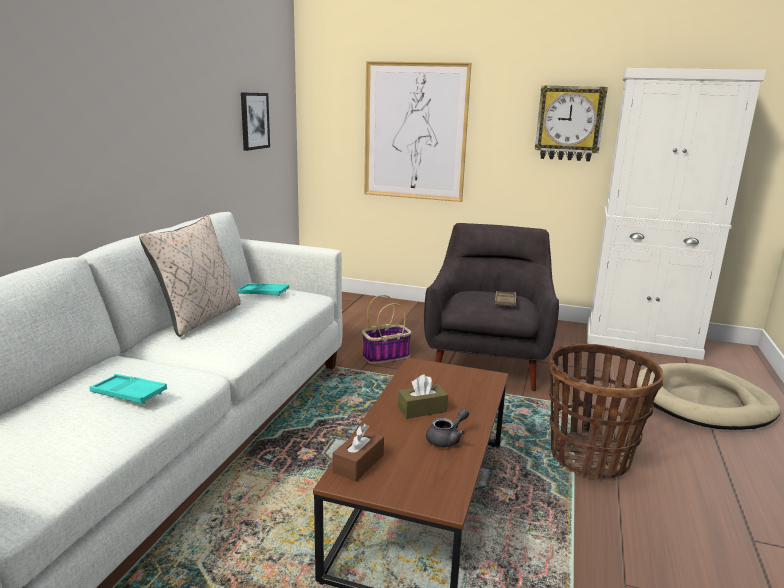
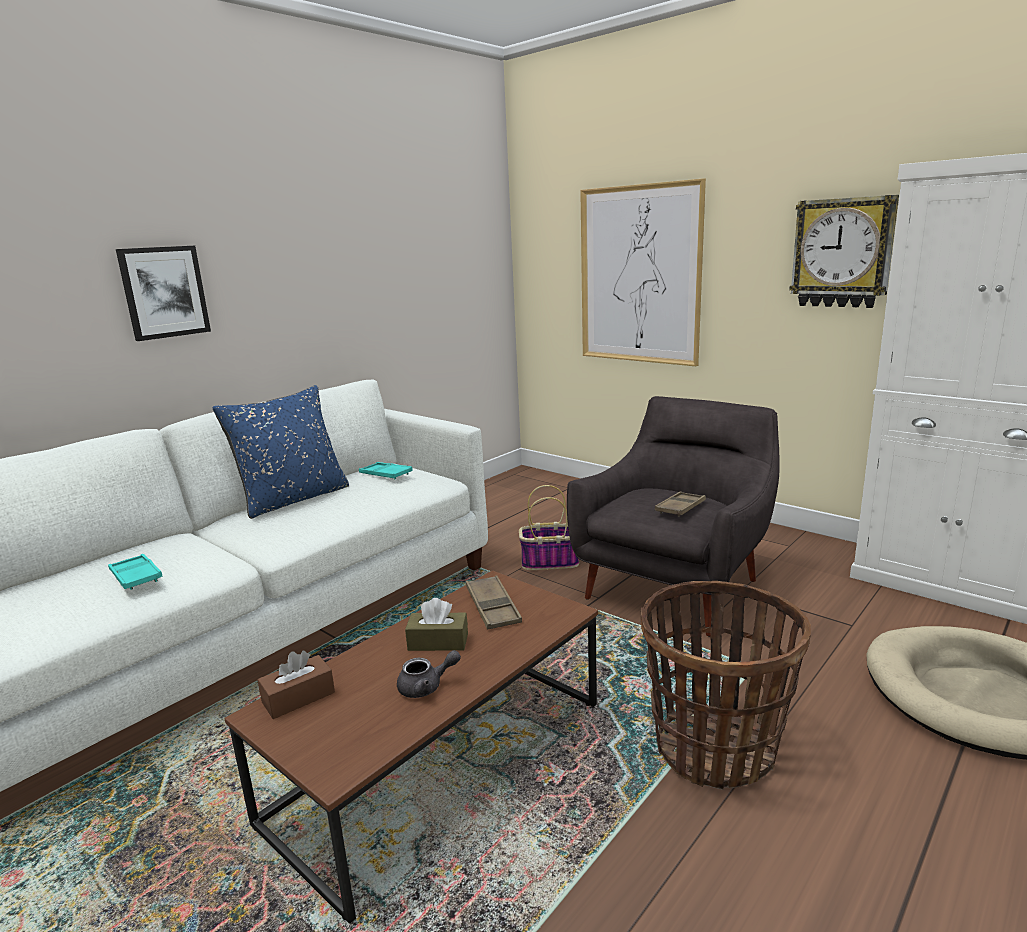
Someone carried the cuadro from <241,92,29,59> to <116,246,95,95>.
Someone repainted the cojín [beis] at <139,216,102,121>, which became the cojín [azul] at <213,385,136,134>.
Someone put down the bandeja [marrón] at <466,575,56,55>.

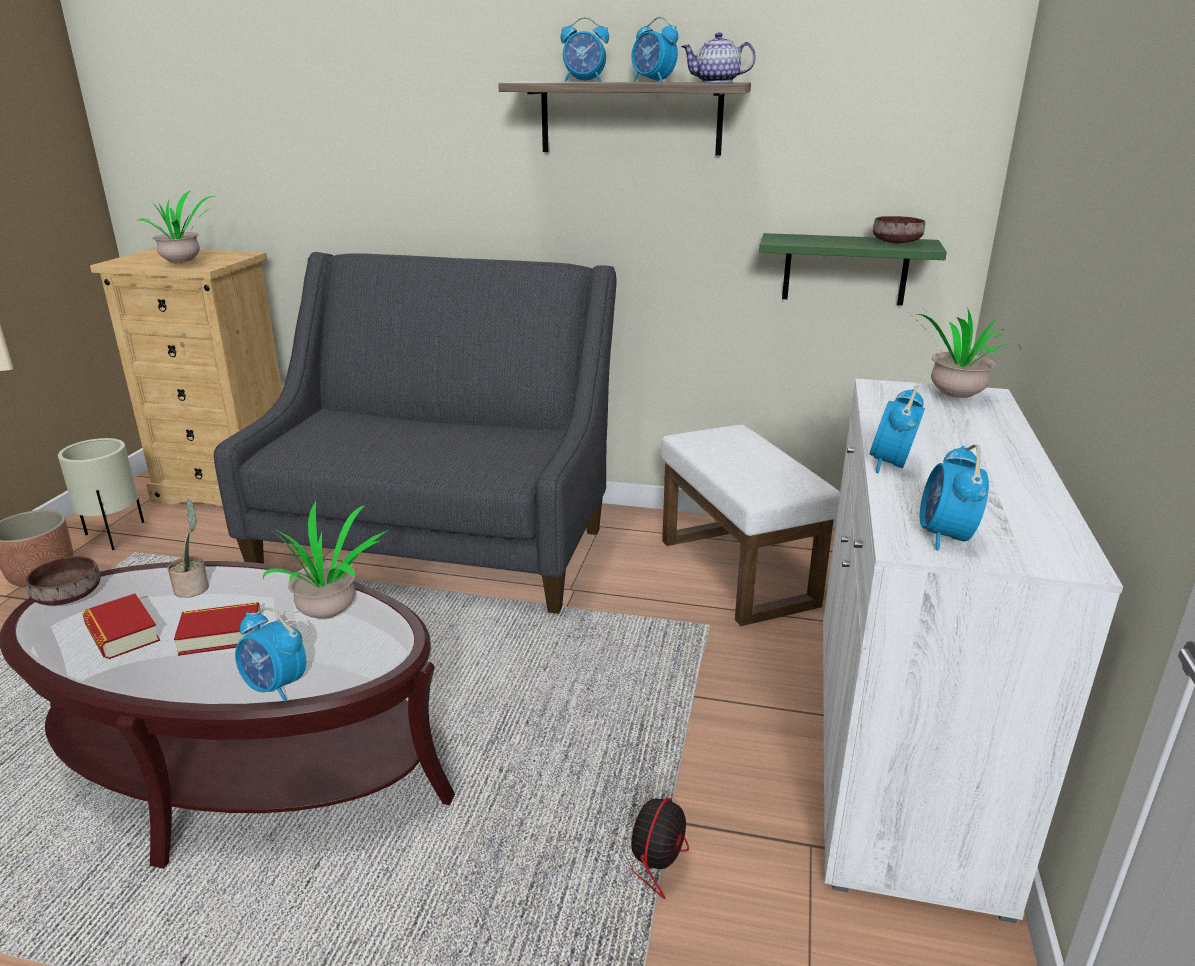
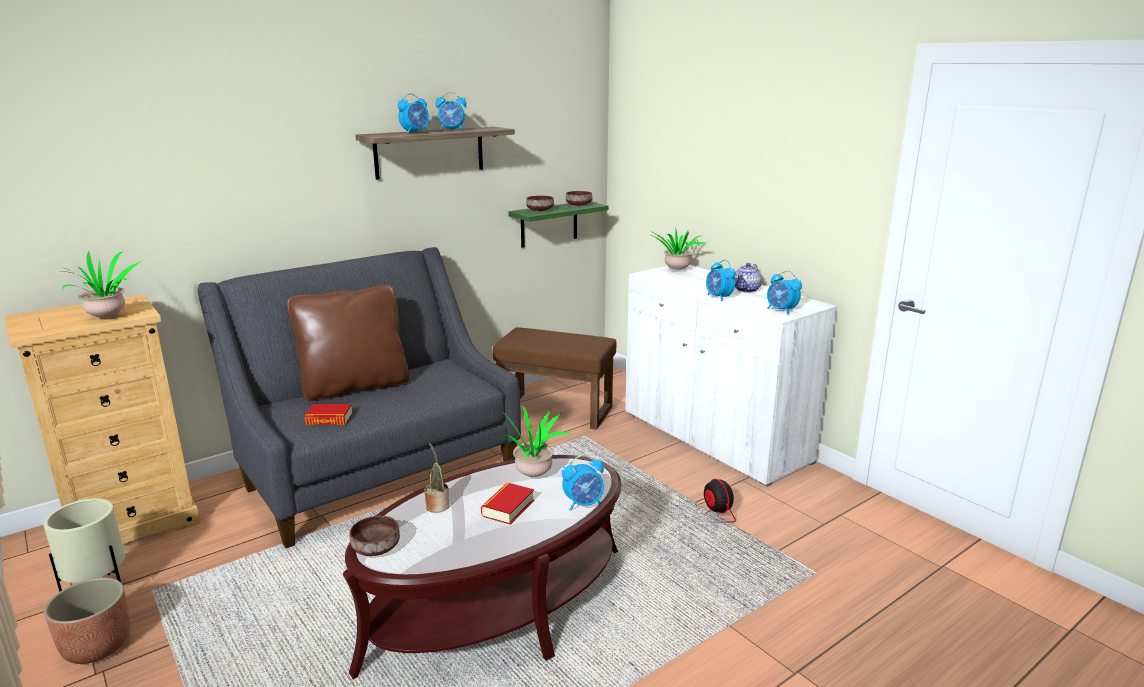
Someone put down the cojín [marrón] at <287,285,122,116>.
Someone carried the libro from <82,594,78,65> to <304,404,49,21>.
Someone repainted the puf [blanco] at <661,424,179,202>, which became the puf [marrón] at <493,327,123,103>.
Someone put down the cuenco [marrón] at <526,196,28,15>.
Someone carried the tetera from <681,32,75,51> to <735,263,27,30>.

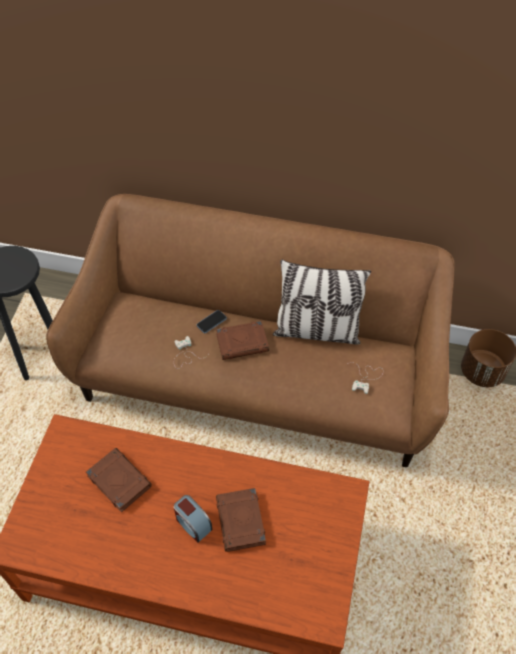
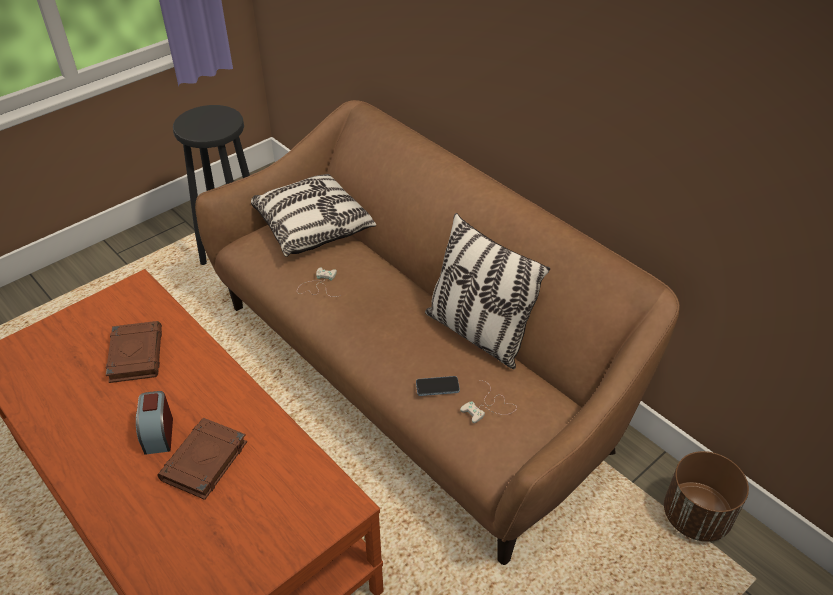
Someone put down the cojín at <251,174,125,83>.
Someone carried the móvil from <197,310,30,23> to <416,376,44,20>.
Someone took away the libro [marrón] at <216,321,53,39>.

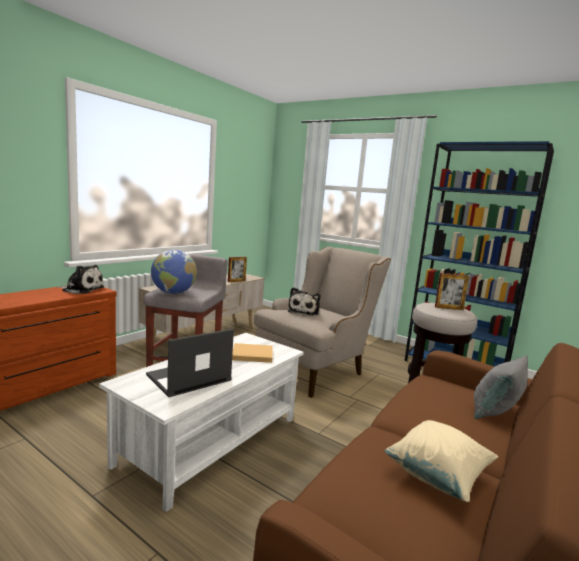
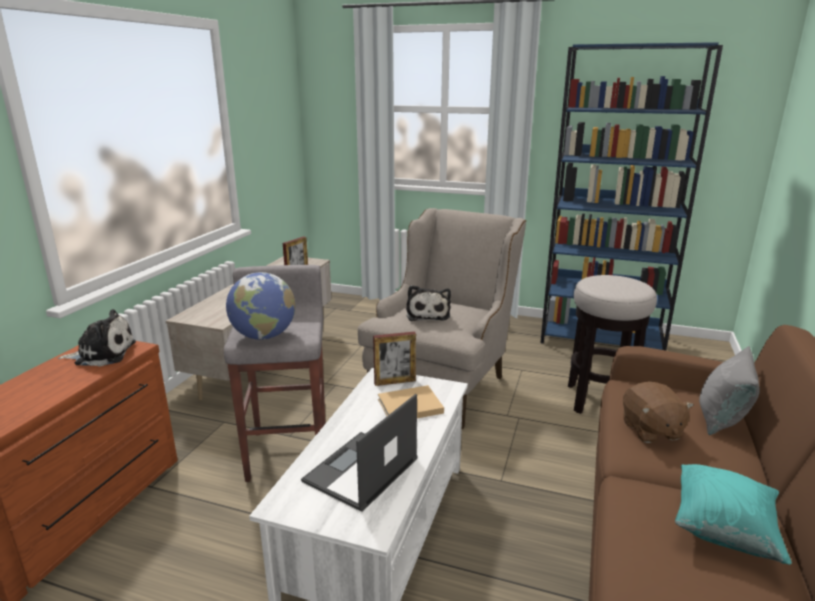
Someone carried the portarretratos from <435,273,35,37> to <373,331,43,55>.
Someone put down the peluche [marrón] at <623,382,71,61>.
Someone repainted the cojín [beis] at <385,420,113,82>, which became the cojín [turquesa] at <675,464,117,101>.

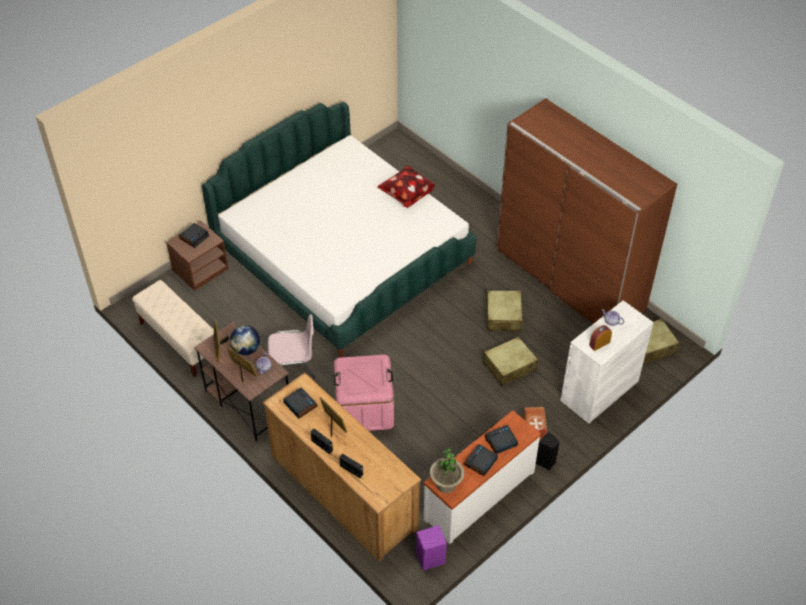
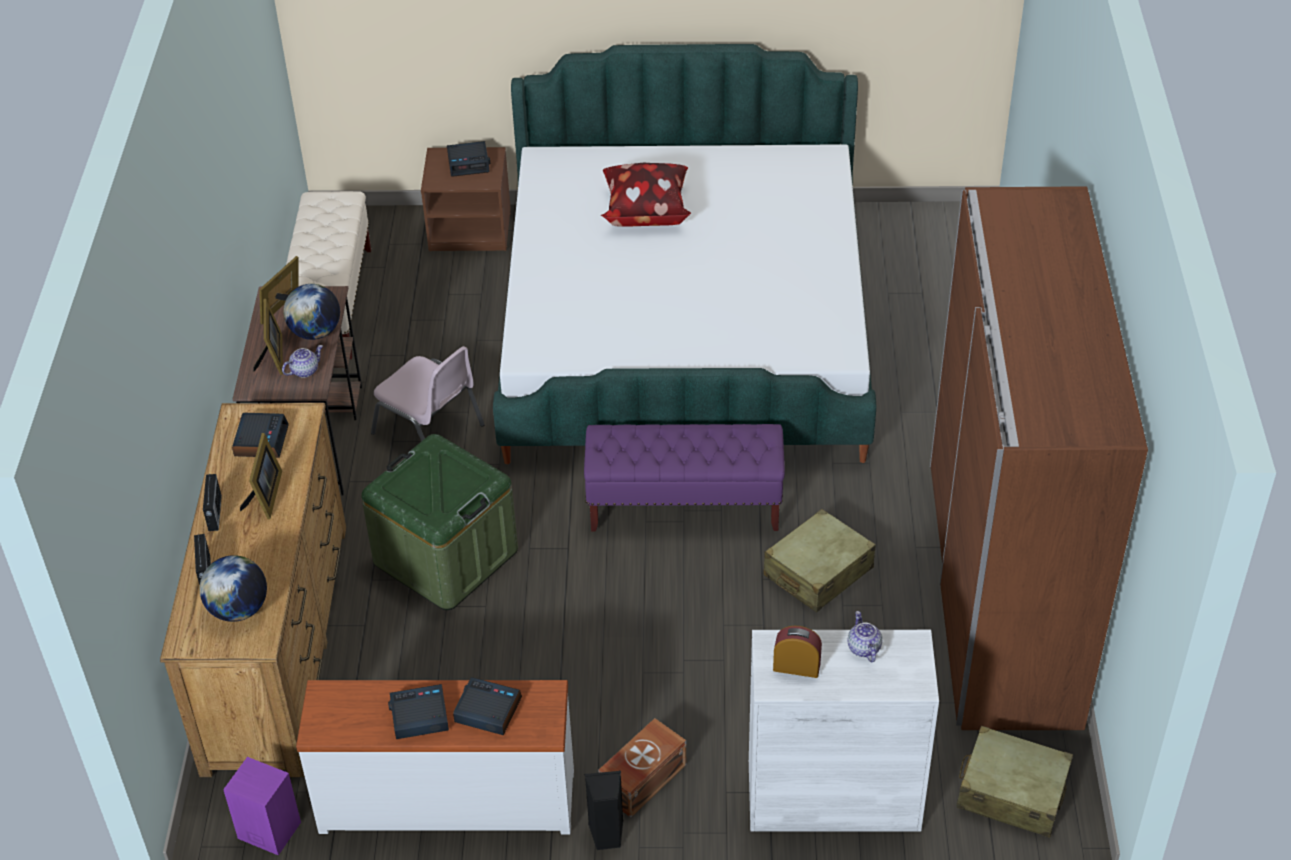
Someone put down the globo terráqueo at <200,555,67,67>.
Someone repainted the caja de almacenaje [rosa] at <334,355,60,76>, which became the caja de almacenaje [verde] at <361,434,157,176>.
Someone put down the banco [morado] at <584,424,201,107>.
Someone carried the cojín from <377,165,58,43> to <601,163,90,64>.
Someone took away the planta en maceta at <430,448,34,45>.
Someone took away the maleta [beis] at <483,336,55,50>.

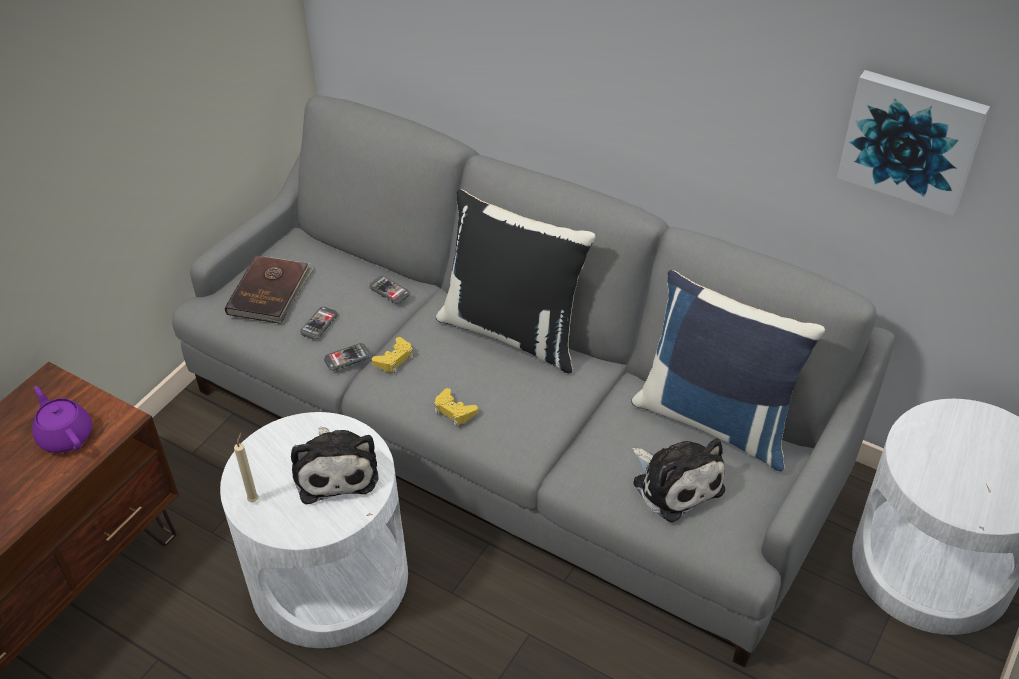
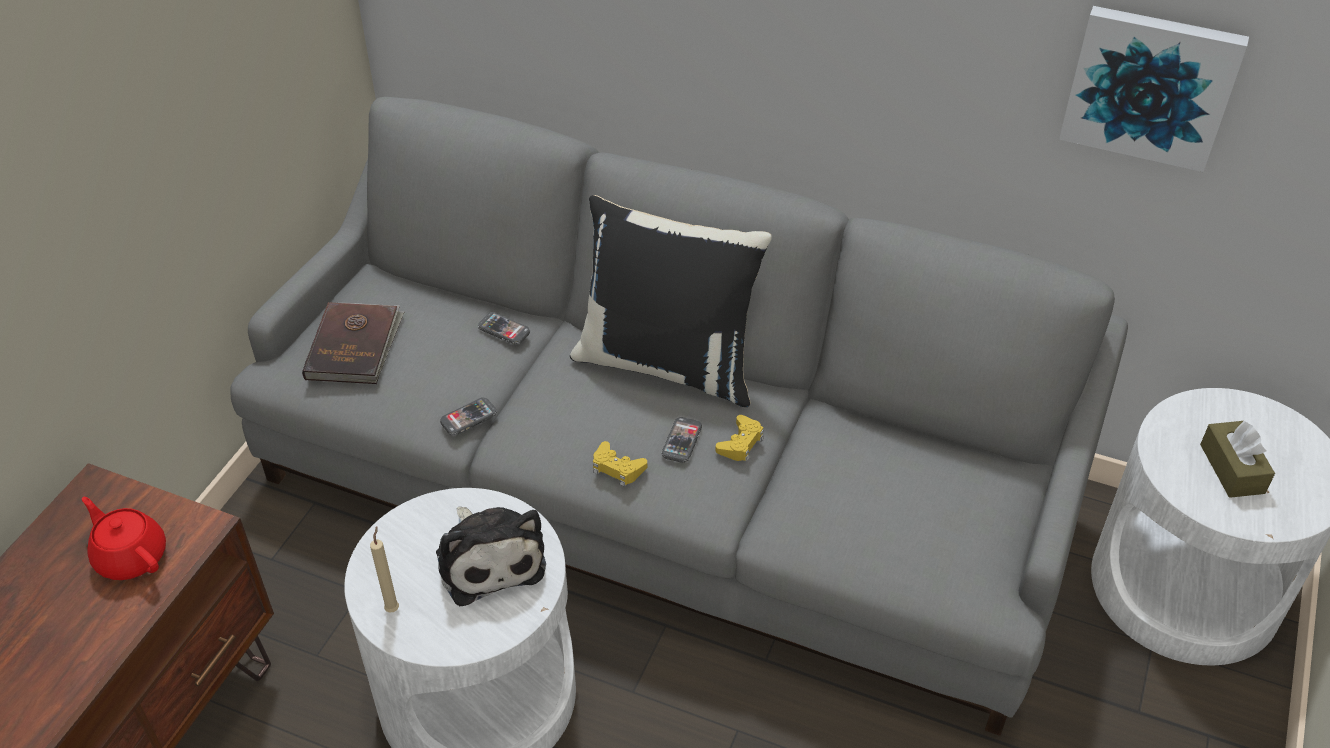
Someone repainted the tetera [morado] at <32,386,60,67>, which became the tetera [rojo] at <82,497,84,83>.
Someone carried the móvil from <300,307,38,33> to <661,417,41,46>.
Someone carried the mando de consola [amarillo] from <372,337,42,36> to <715,415,49,47>.
Someone put down the caja de pañuelos [marrón] at <1200,420,75,78>.
Someone took away the cojín [azul] at <631,270,194,201>.
Someone took away the peluche at <633,438,92,84>.

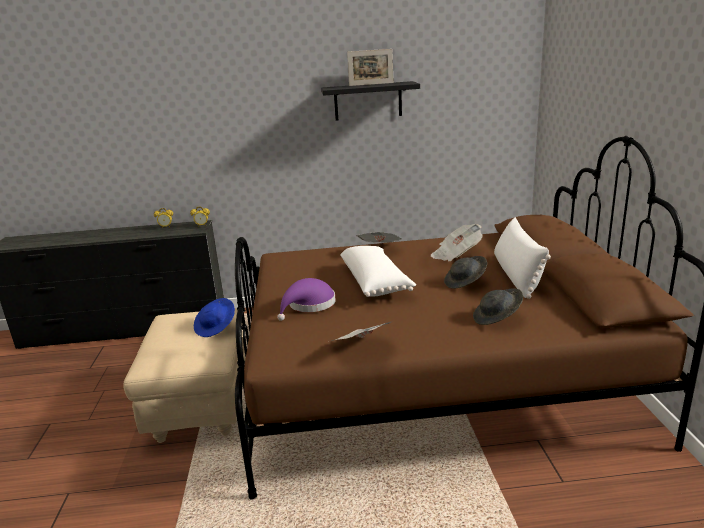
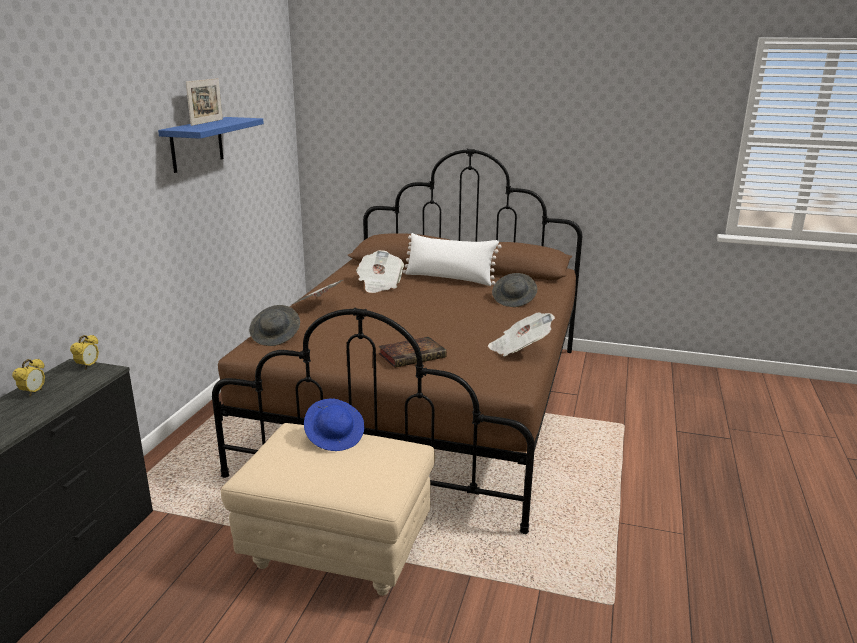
Someone repainted the estante [negro] at <321,81,99,40>, which became the estante [azul] at <158,117,106,56>.
Someone carried the sombrero [gris] from <444,256,43,33> to <249,305,51,41>.
Someone swapped the sombrero [morado] at <277,278,59,43> for the libro at <379,337,68,31>.
Someone took away the cojín [blanco] at <340,246,76,51>.

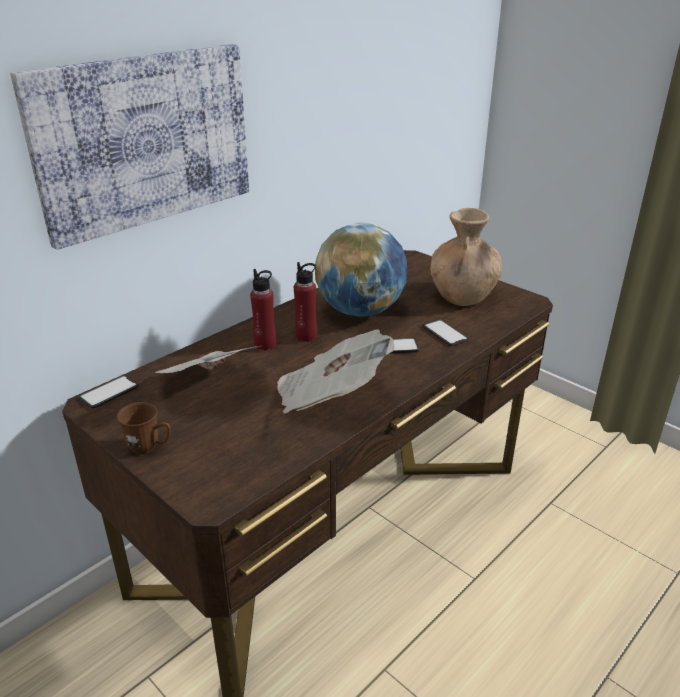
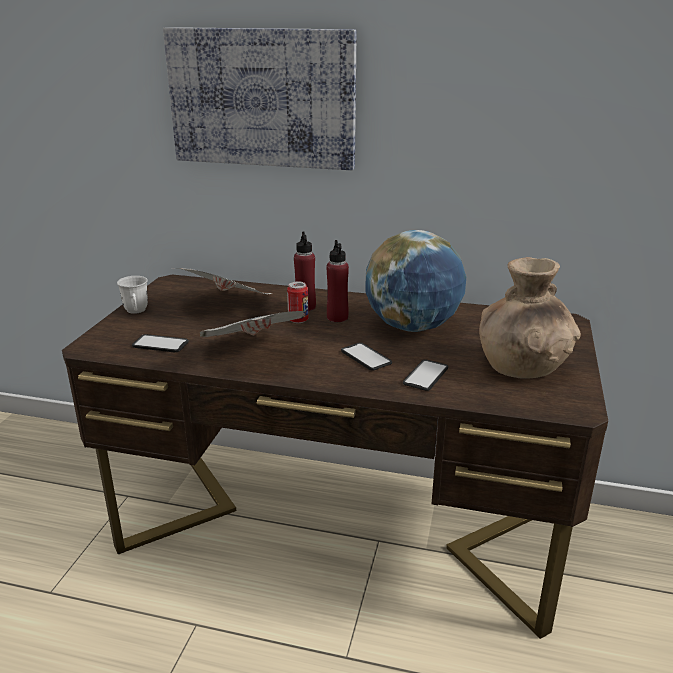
Someone repainted the taza grande [marrón] at <117,402,54,52>, which became the taza grande [blanco] at <117,276,31,38>.
Someone carried the móvil from <78,375,61,33> to <132,334,57,18>.
Someone put down the lata at <287,281,22,42>.

